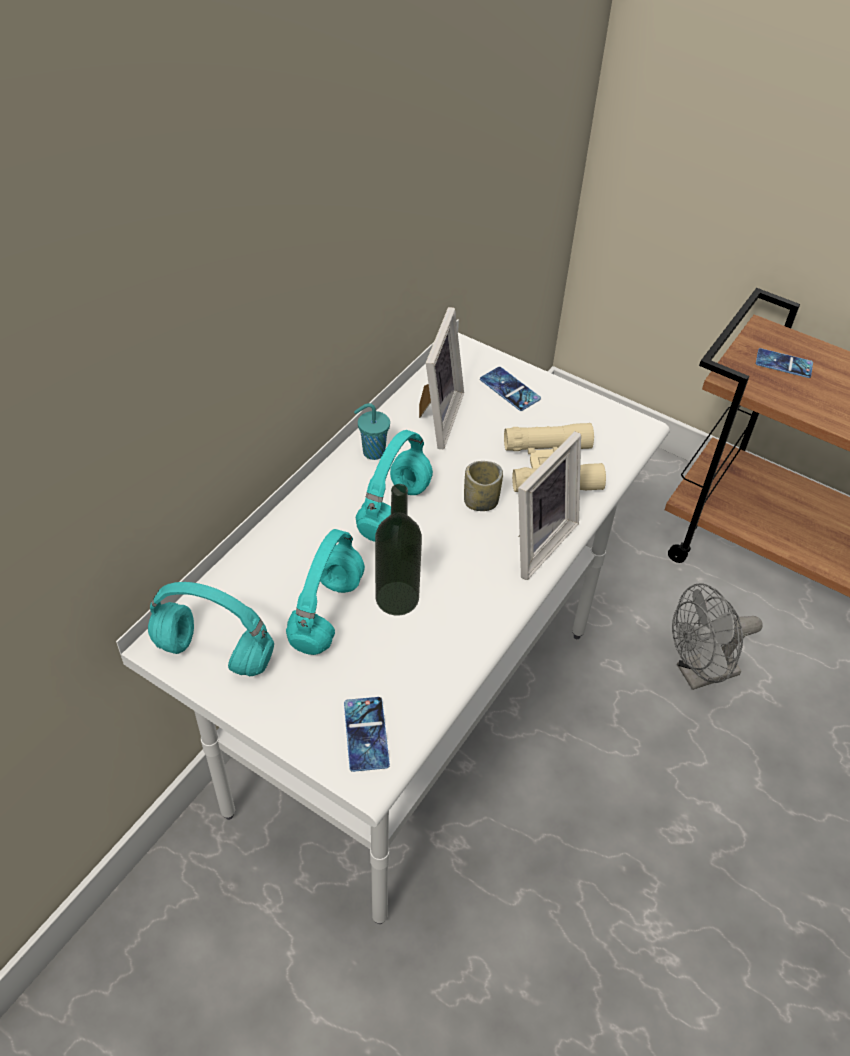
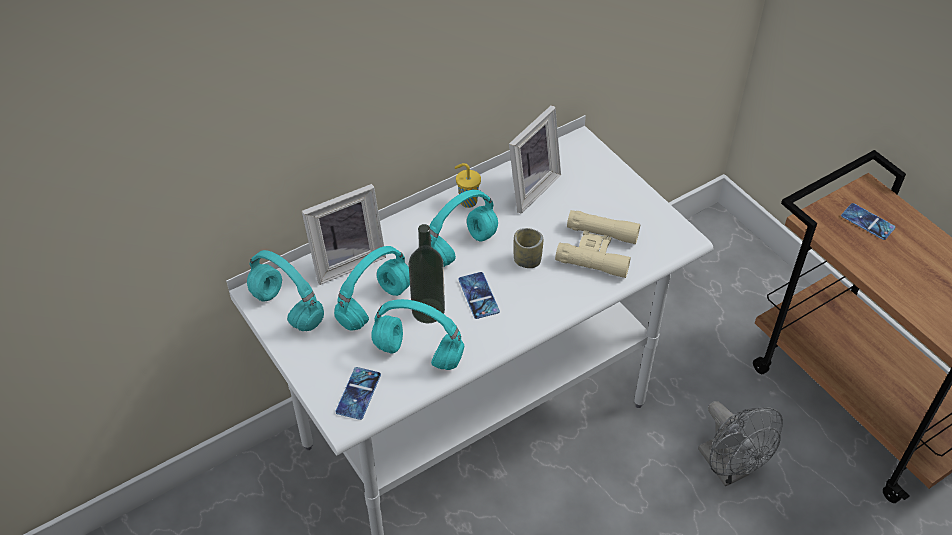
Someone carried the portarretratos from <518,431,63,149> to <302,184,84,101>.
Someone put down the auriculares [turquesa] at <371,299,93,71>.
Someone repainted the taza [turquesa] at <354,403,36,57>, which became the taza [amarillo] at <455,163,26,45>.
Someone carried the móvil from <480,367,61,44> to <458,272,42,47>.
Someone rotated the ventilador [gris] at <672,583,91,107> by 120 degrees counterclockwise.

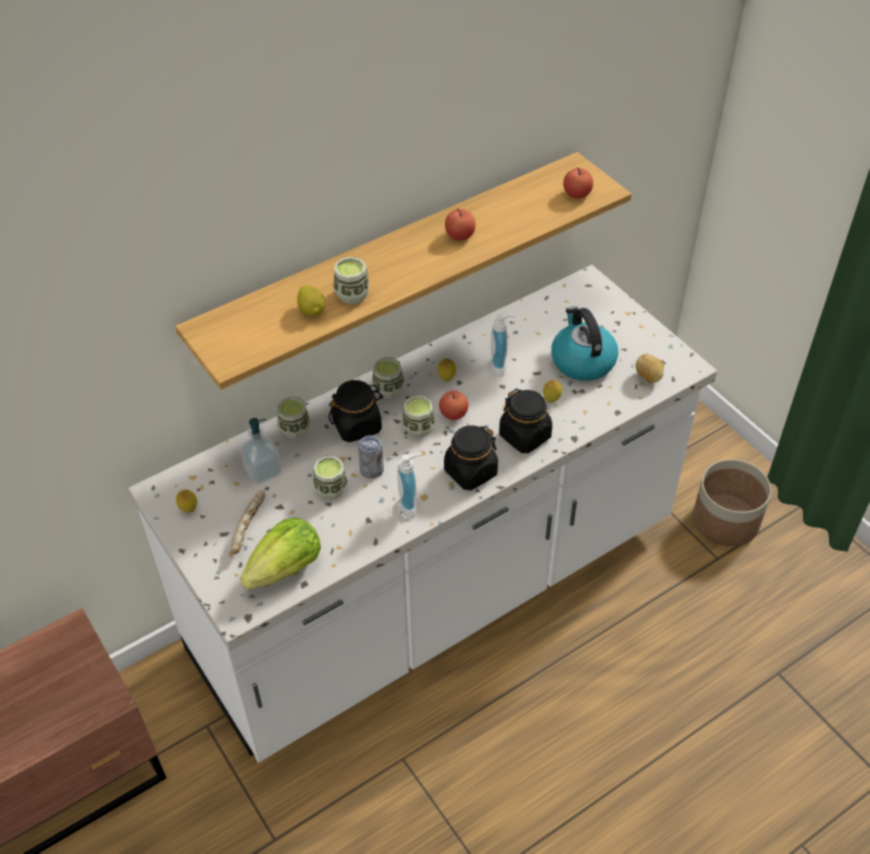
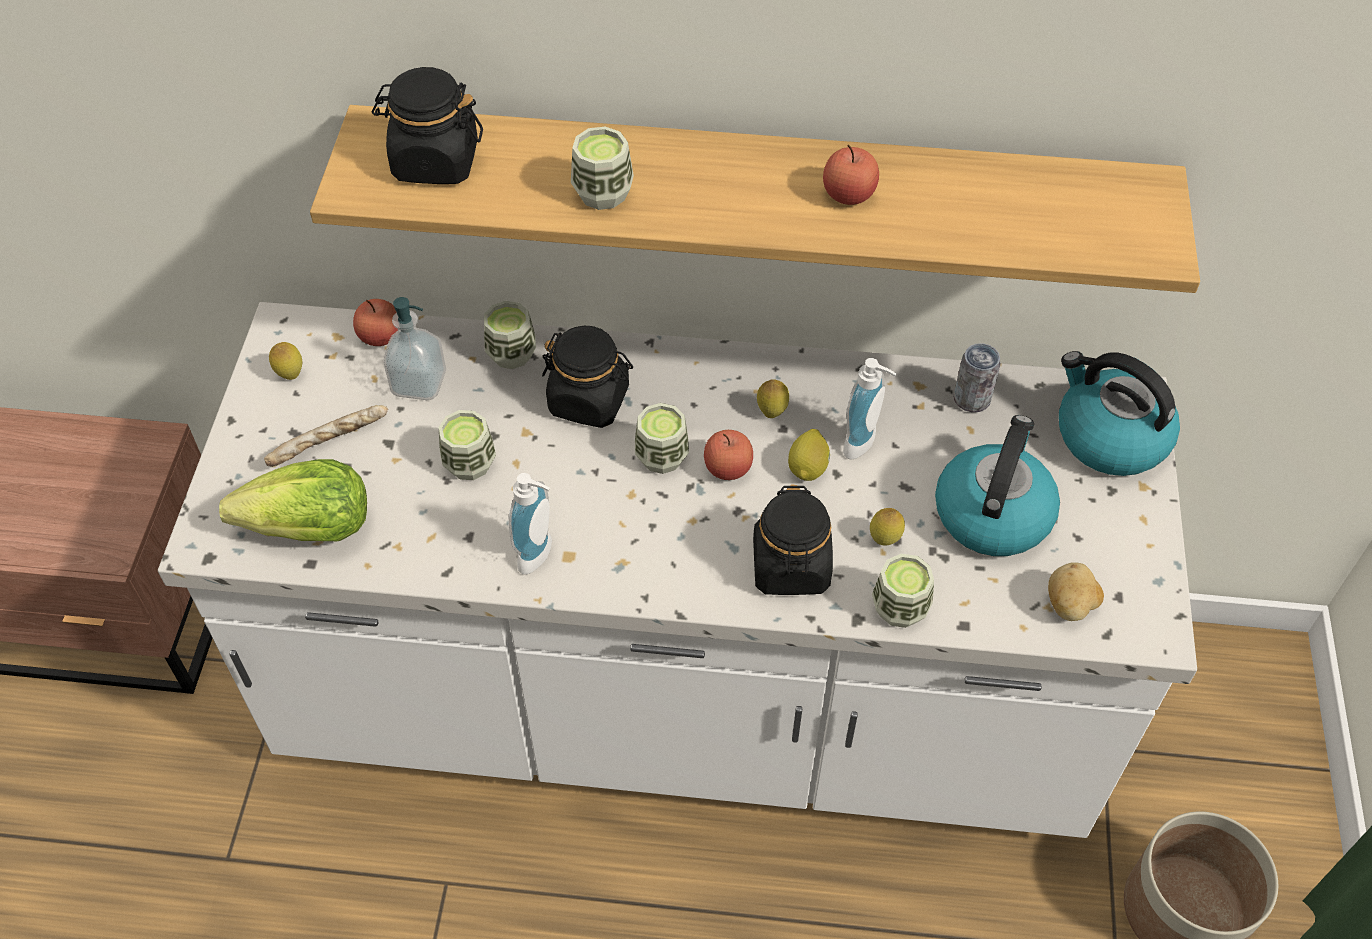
Someone carried the manzana from <563,168,30,31> to <353,299,45,47>.
Someone carried the tarro [negro] from <444,425,54,65> to <372,67,111,117>.
Someone carried the limón from <297,285,28,31> to <788,429,42,52>.
Someone carried the taza from <372,357,32,41> to <872,554,62,74>.
Someone carried the lata from <358,435,26,43> to <953,343,48,69>.
Someone put down the hervidor at <1059,351,121,125>.

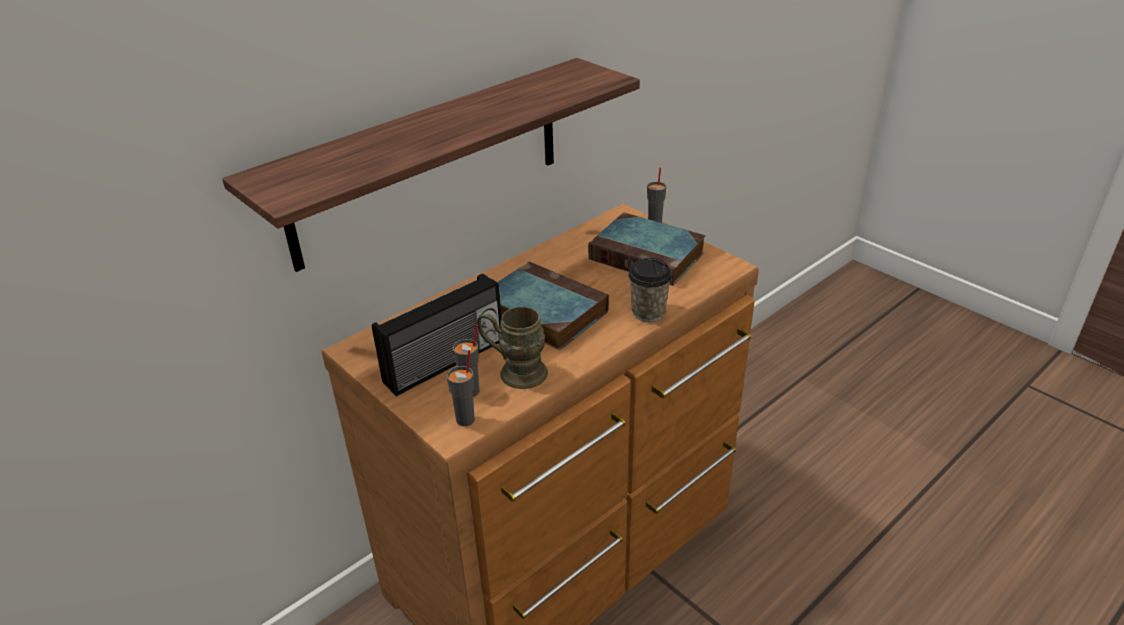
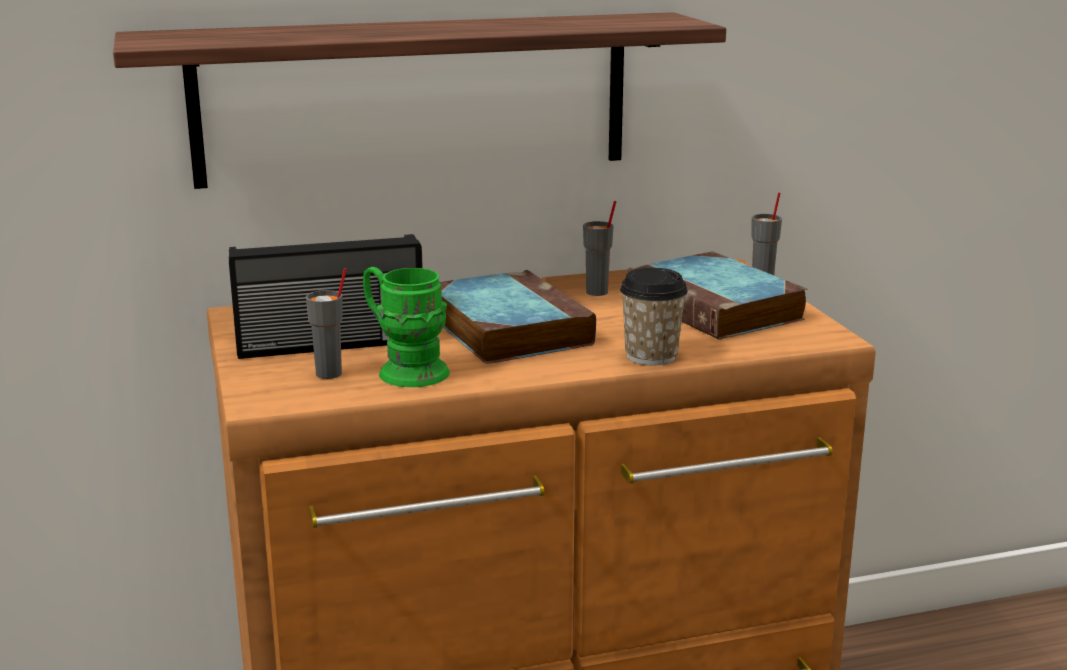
Someone repainted the taza grande [marrón] at <477,307,71,82>, which became the taza grande [verde] at <363,267,87,120>.
Someone carried the taza [gris] from <447,350,28,76> to <583,201,34,95>.

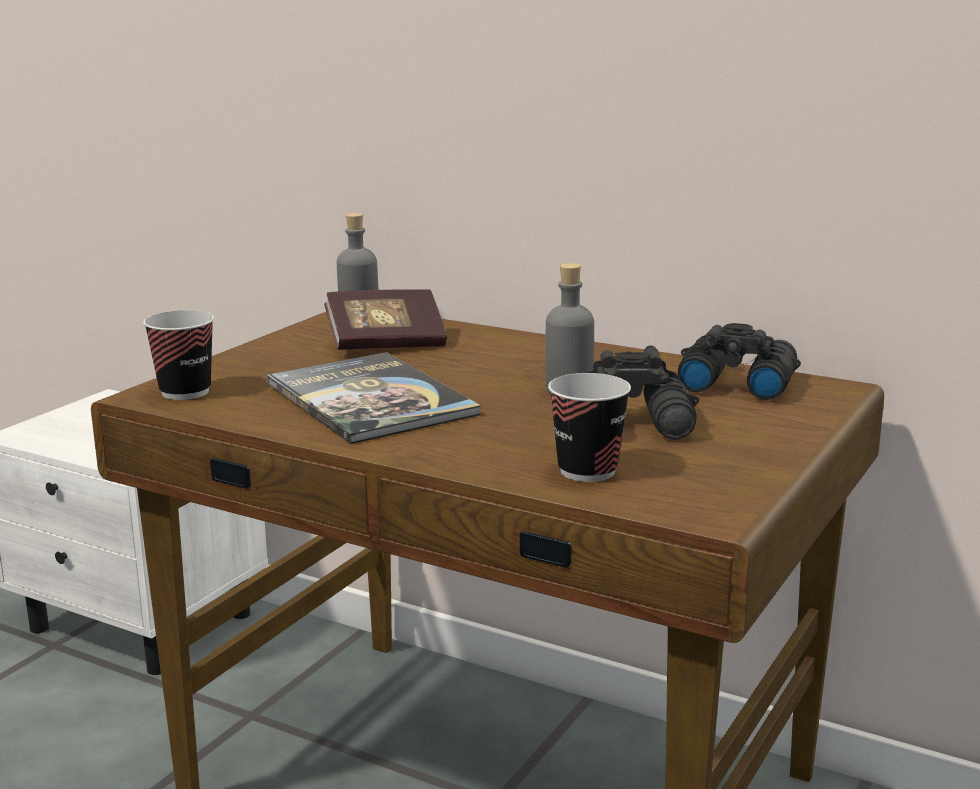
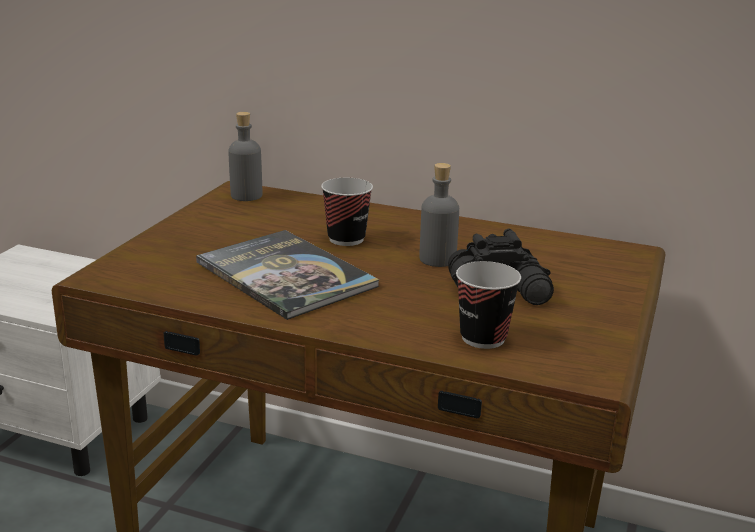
Someone carried the taza from <143,310,71,90> to <321,178,52,68>.
Someone took away the libro at <324,289,123,61>.
Someone took away the prismáticos [negro] at <677,323,124,77>.

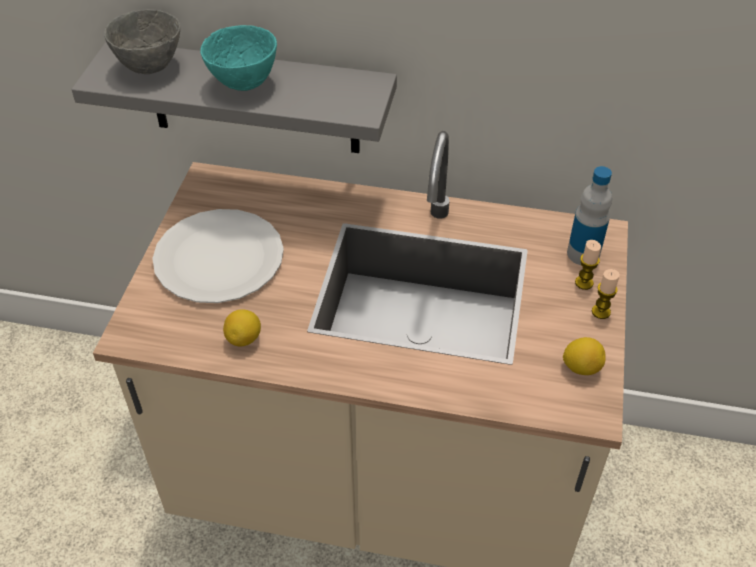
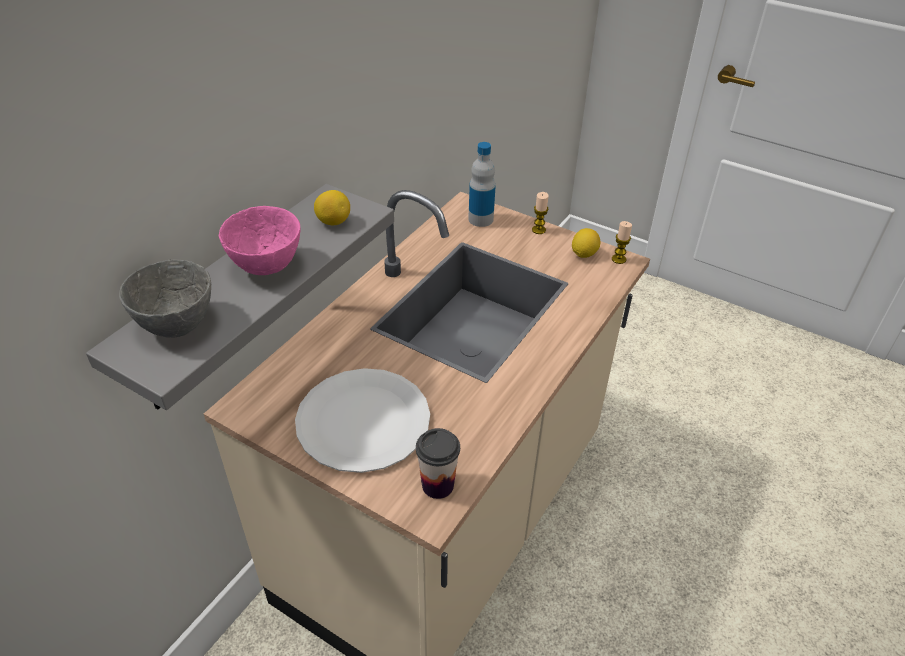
Someone repainted the cuenco [turquesa] at <200,25,77,66>, which became the cuenco [rosa] at <219,206,82,69>.
Someone carried the limón from <223,309,38,37> to <314,190,36,35>.
Someone put down the taza at <416,428,44,71>.
Someone carried the vela from <575,240,26,50> to <612,221,20,43>.

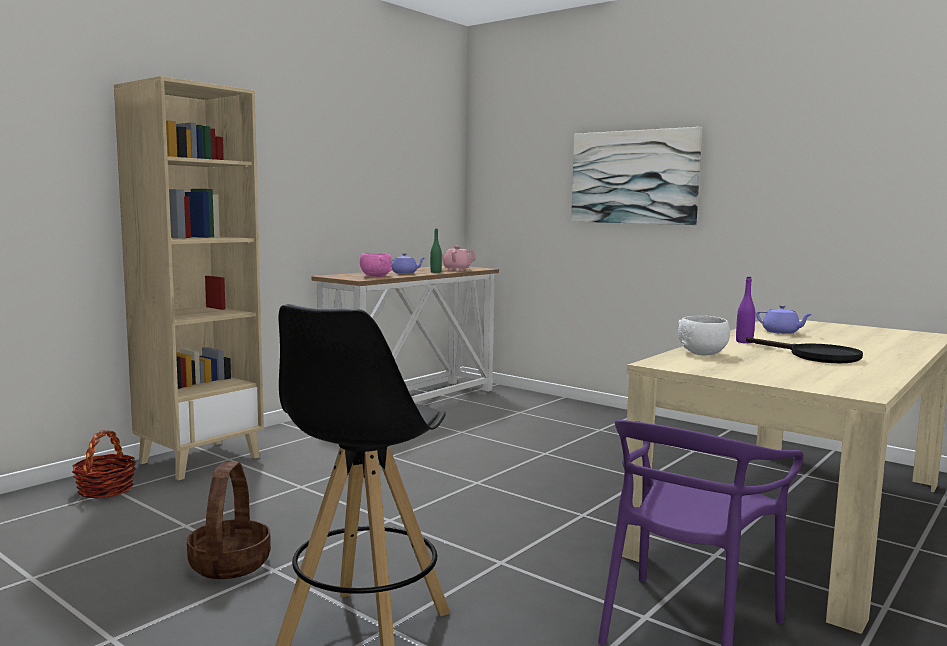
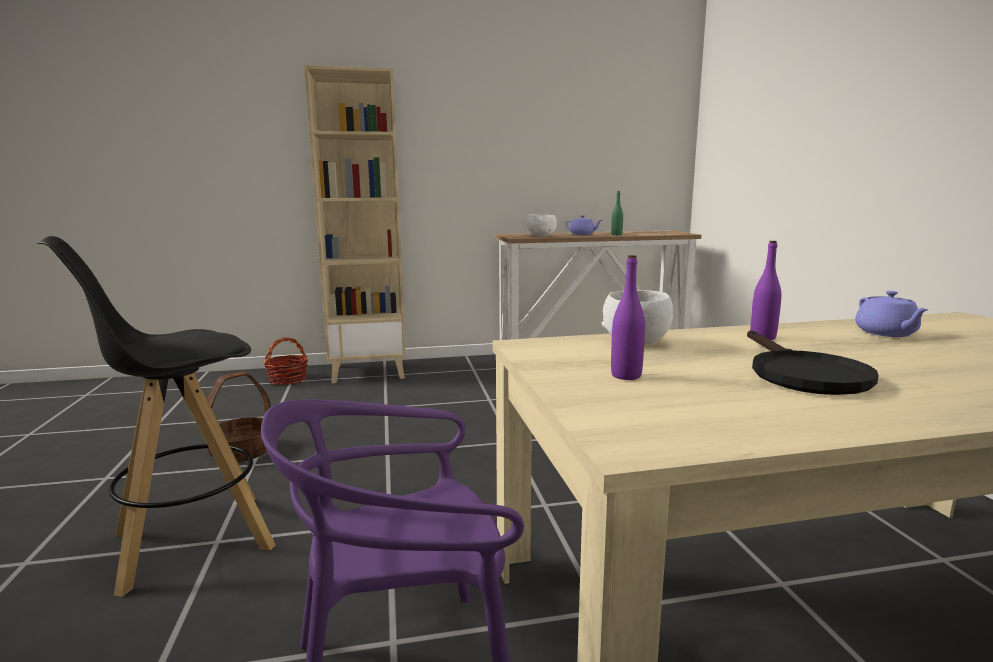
Someone repainted the cuenco [rosa] at <360,253,32,24>, which became the cuenco [blanco] at <526,214,31,23>.
Someone put down the botella [morado] at <611,255,34,125>.
Someone took away the tetera [rosa] at <442,246,34,25>.
Someone took away the cuadro at <571,127,131,98>.

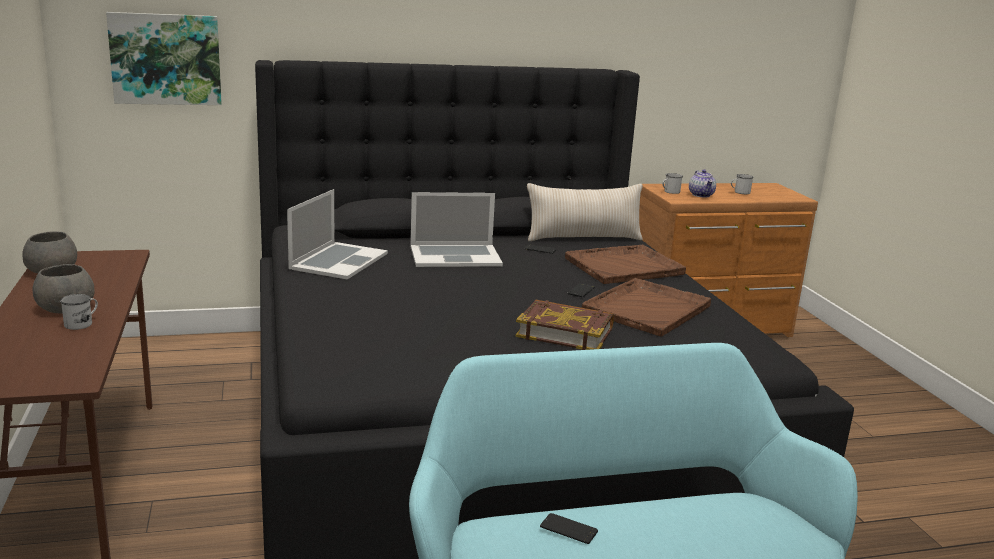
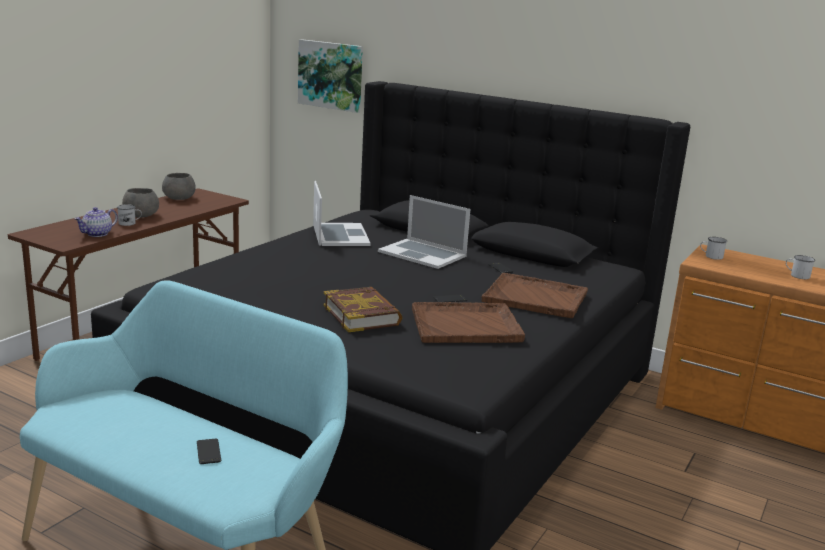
Someone carried the tetera from <689,170,27,27> to <74,207,44,30>.
Someone carried the móvil from <540,513,58,31> to <197,439,24,25>.
Someone rotated the portátil at <287,189,101,91> by 75 degrees counterclockwise.
Someone took away the cojín [beis] at <527,183,116,58>.

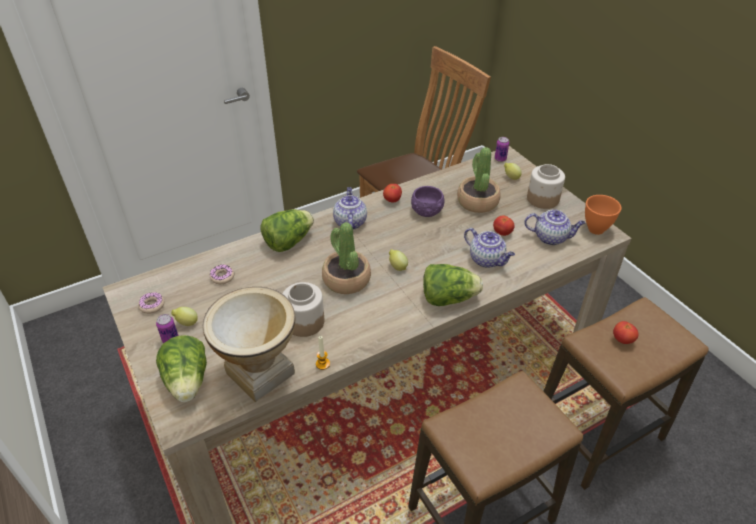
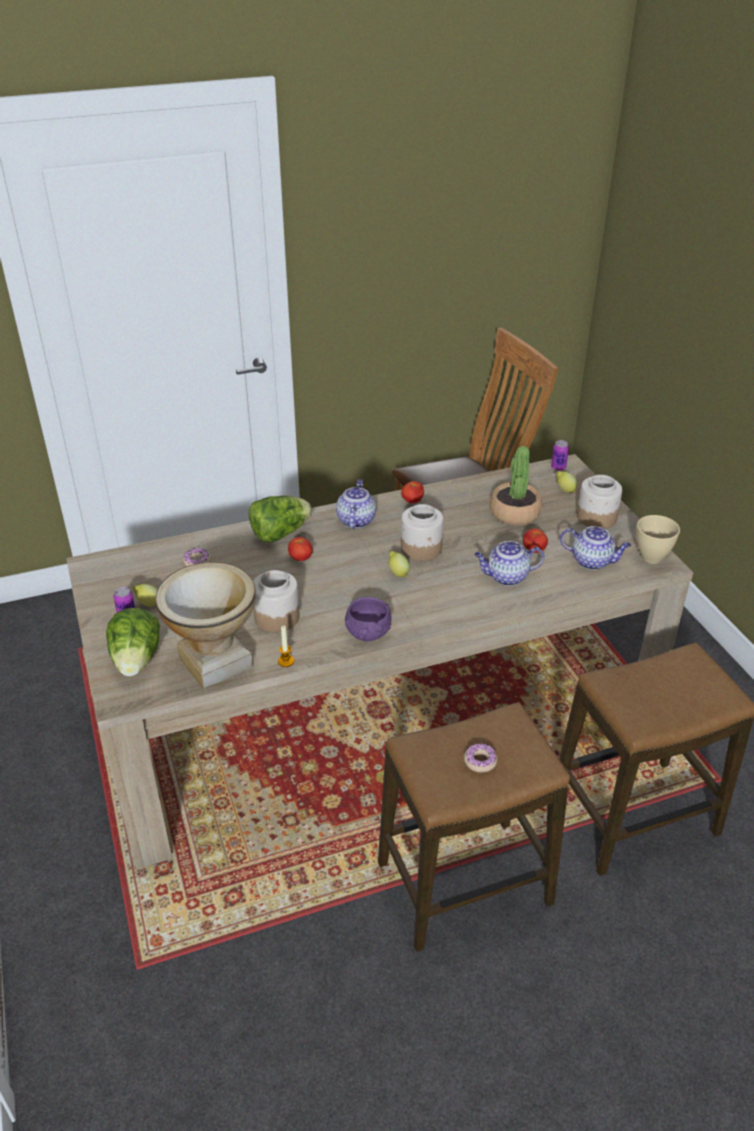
Someone carried the tomate from <613,321,26,23> to <288,537,25,24>.
Someone carried the cuenco [morado] from <411,186,33,31> to <345,597,47,44>.
Someone put down the tarro at <401,504,43,57>.
Someone carried the rosquilla from <138,292,26,22> to <464,744,33,28>.
Someone rotated the tetera at <464,228,51,40> by 120 degrees clockwise.
Someone repainted the cuenco [naranja] at <585,195,36,40>, which became the cuenco [beis] at <636,515,44,49>.
Someone took away the planta en maceta at <322,222,49,72>.
Someone took away the lechuga at <423,264,60,42>.

